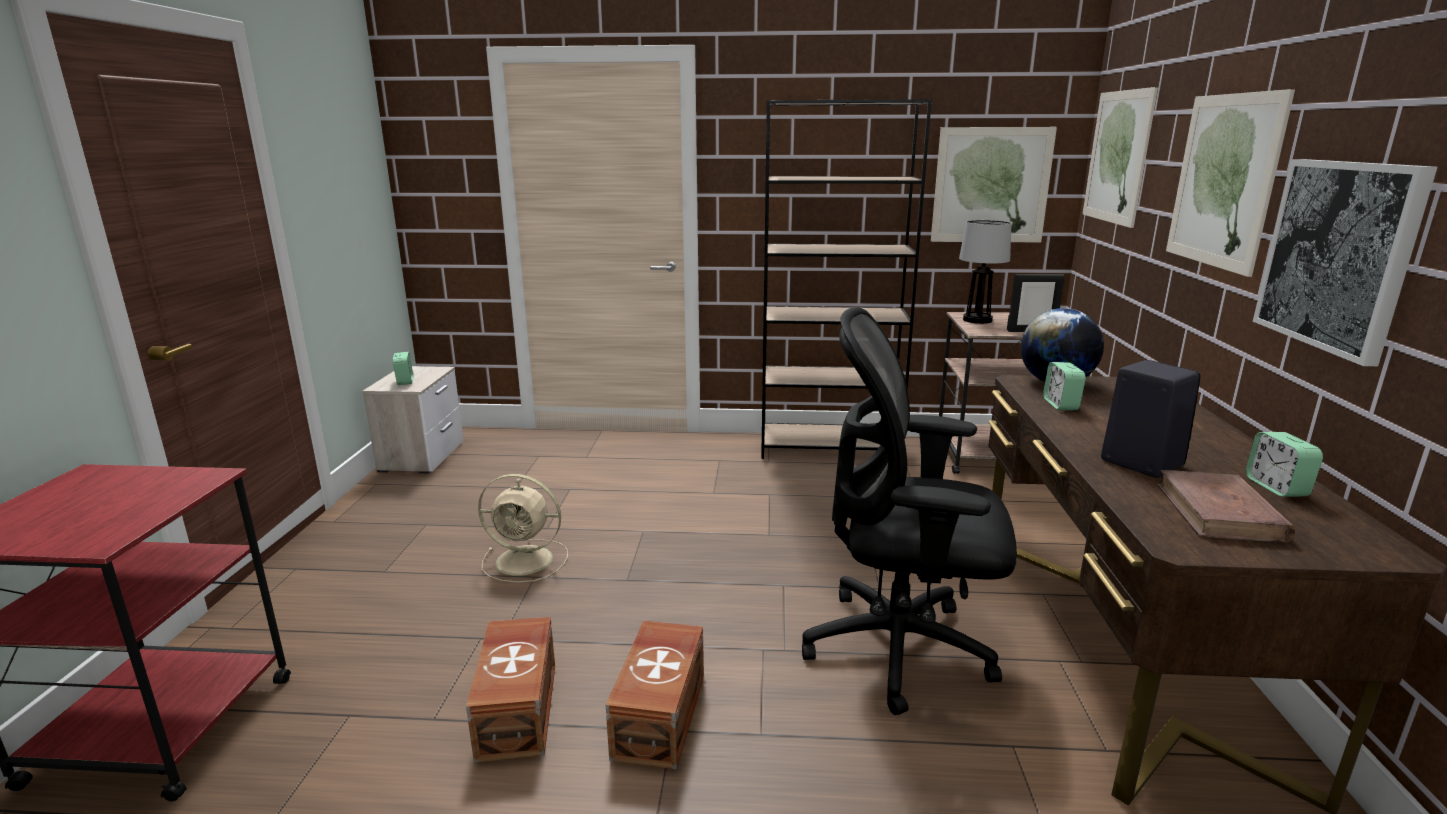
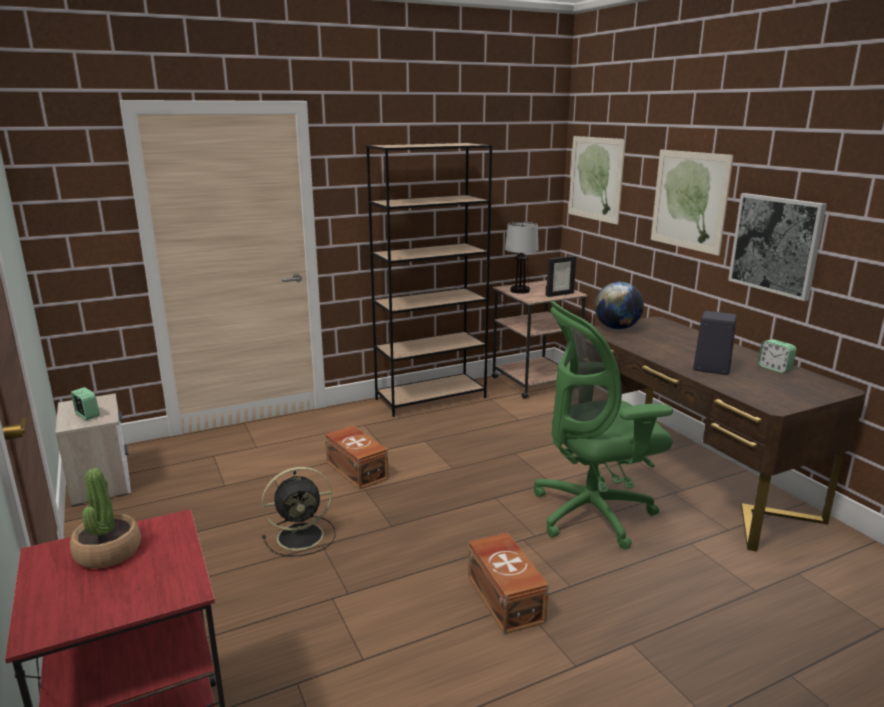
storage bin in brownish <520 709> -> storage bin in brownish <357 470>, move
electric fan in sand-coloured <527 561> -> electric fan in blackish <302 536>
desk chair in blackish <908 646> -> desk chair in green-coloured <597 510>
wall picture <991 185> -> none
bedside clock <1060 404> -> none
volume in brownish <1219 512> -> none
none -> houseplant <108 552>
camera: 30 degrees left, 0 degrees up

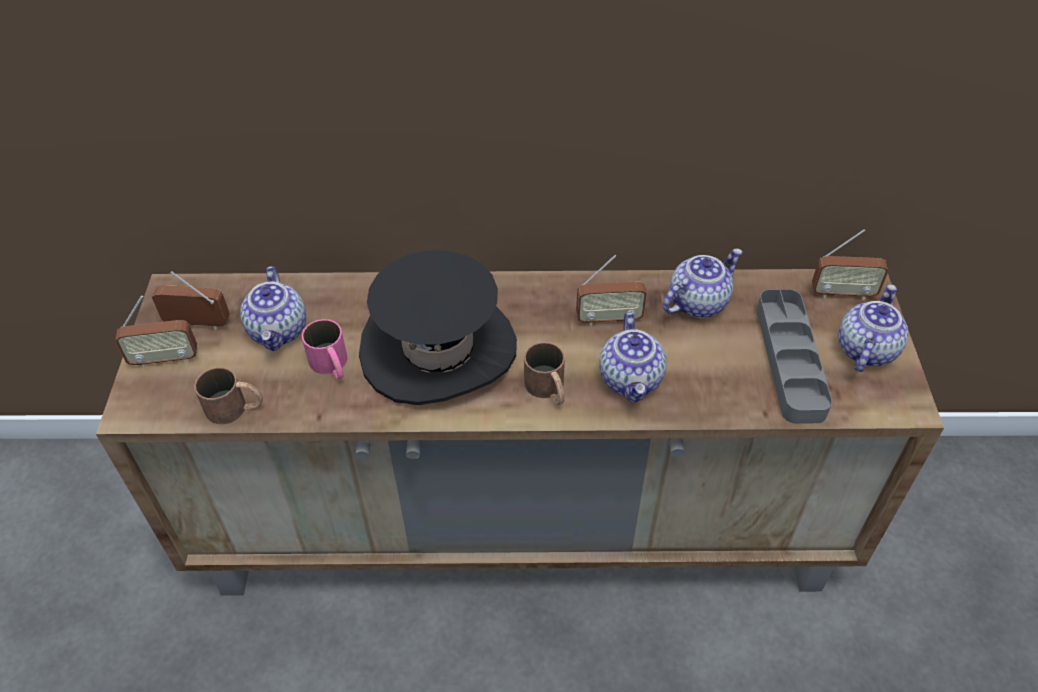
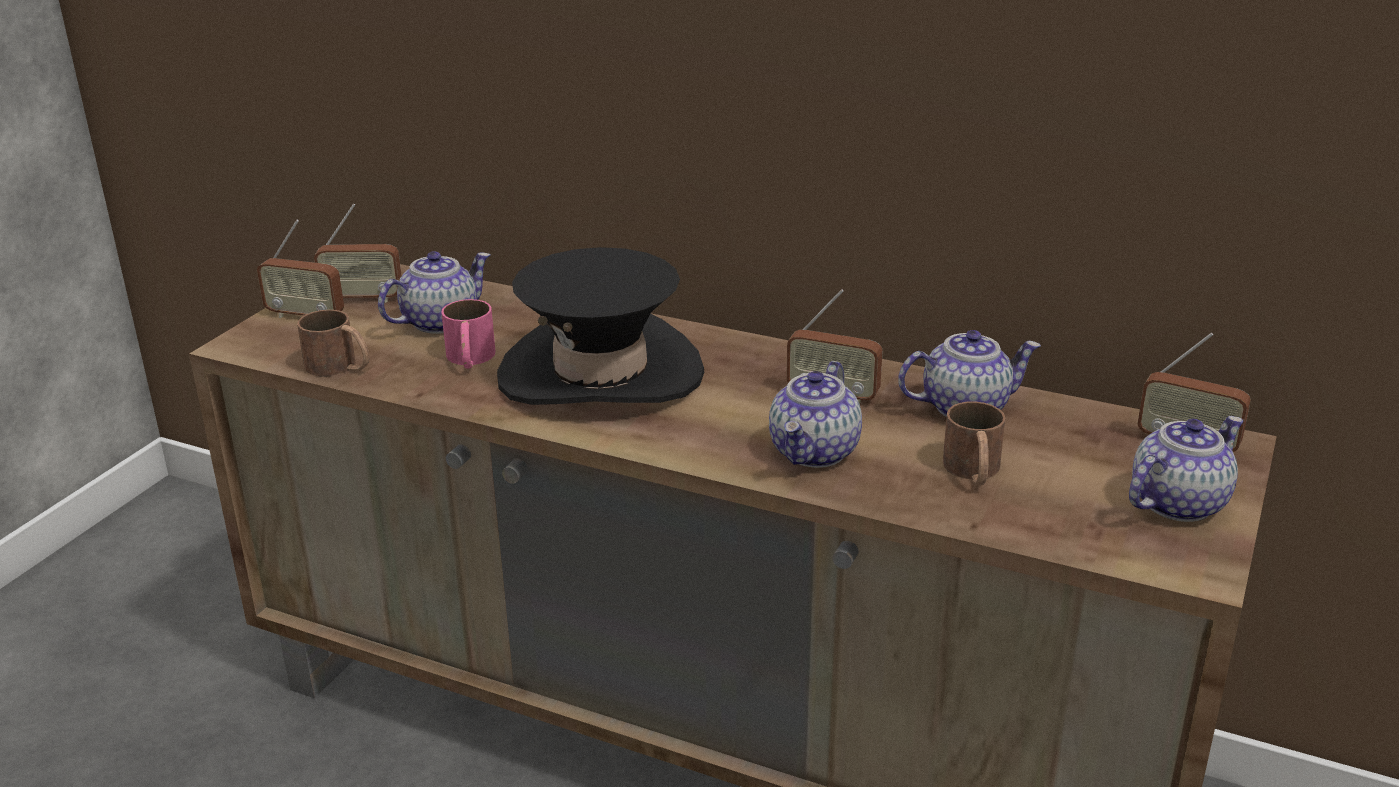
radio set <197 324> -> radio set <363 298>, 150 degrees clockwise
teapot <279 331> -> teapot <440 321>, 150 degrees counterclockwise
coffee mug in brownish <548 390> -> coffee mug in brownish <973 472>, move
serving tray in greyish <790 360> -> none
camera: 25 degrees right, 20 degrees down

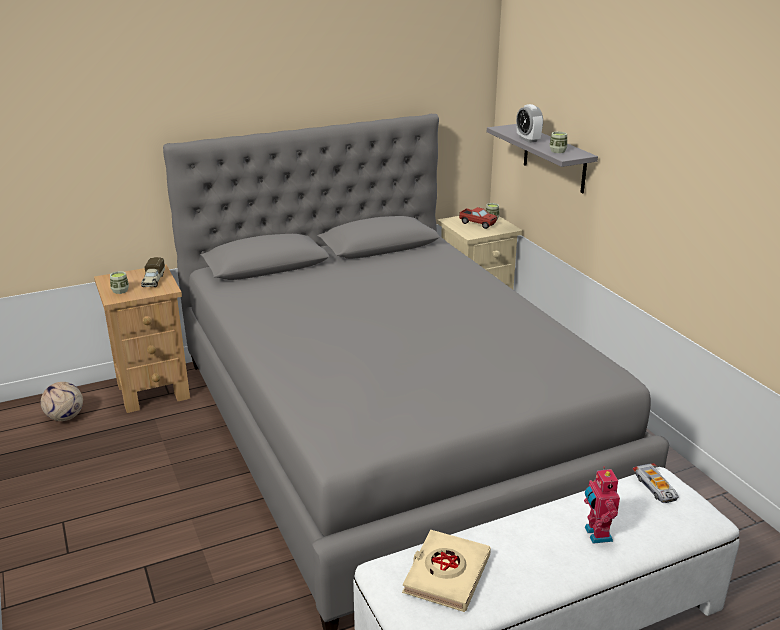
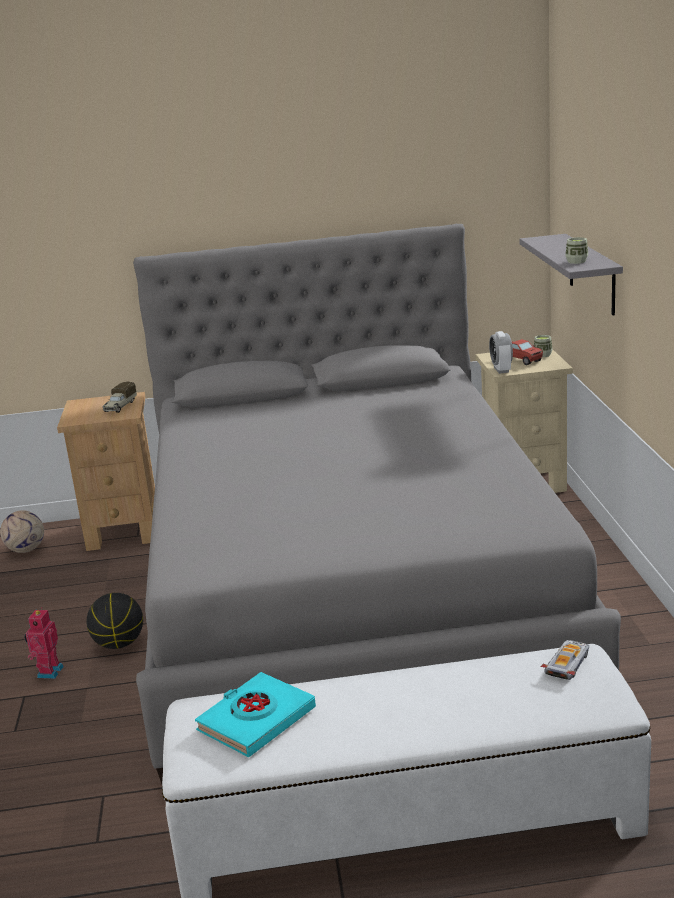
small cup <120 291> -> none
volume in sand-coloured <446 574> -> volume in turquoise-coloured <256 720>
bedside clock <528 139> -> bedside clock <501 369>, move
robot figure <596 534> -> robot figure <48 672>, move
toy car <656 487> -> toy car <567 664>, 150 degrees counterclockwise
none -> ball for basketball <119 644>
camera: 20 degrees right, 5 degrees down

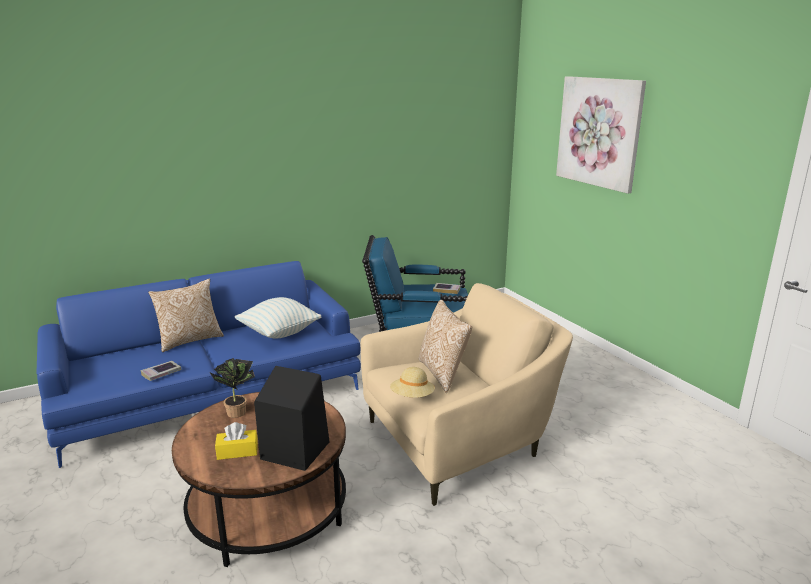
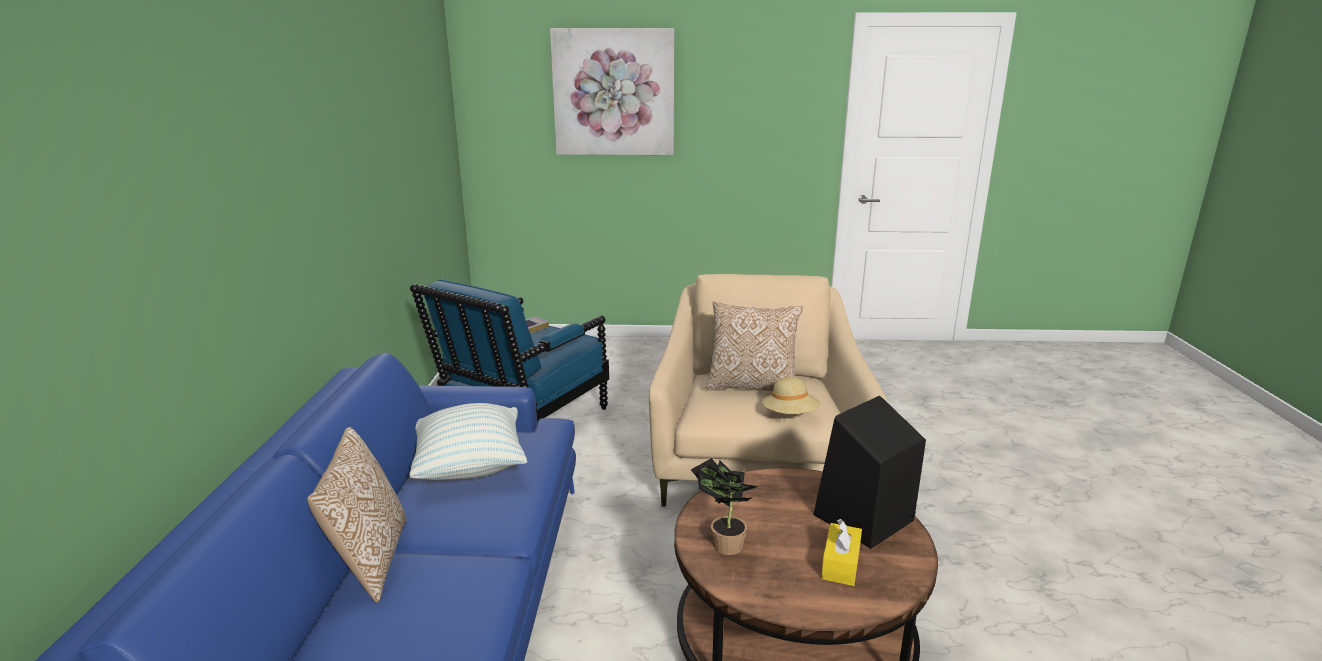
volume <161 373> -> none
camera: 60 degrees left, 0 degrees up

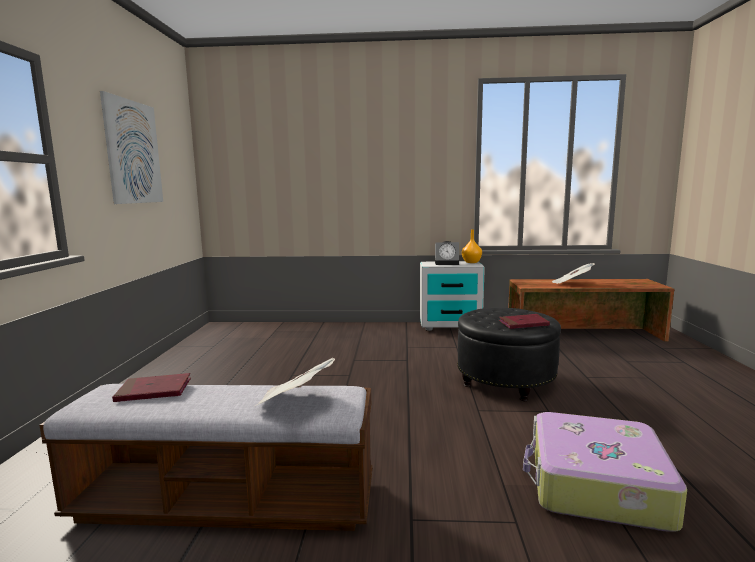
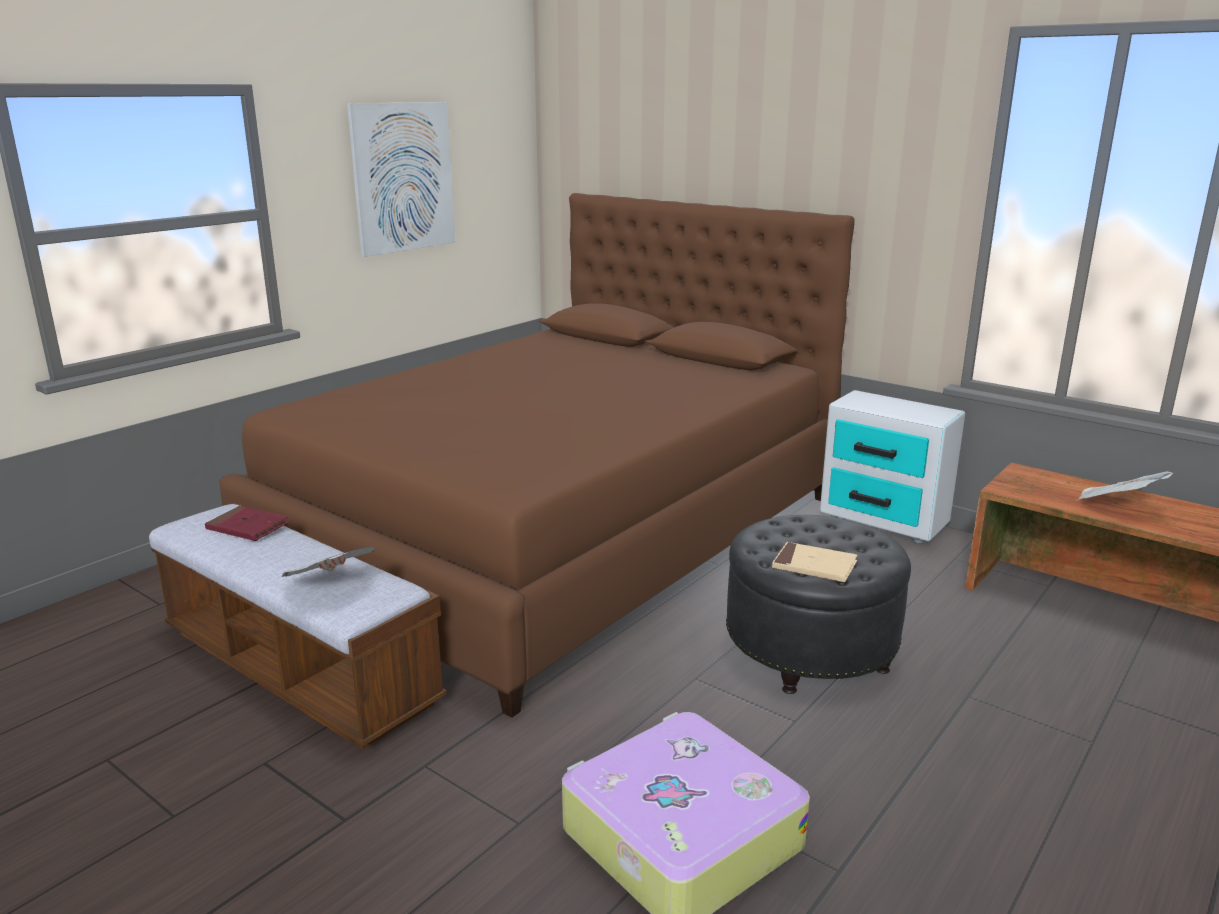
bedside clock <447 263> -> none
decorative vase in orange-coloured <471 262> -> none
volume in reddish <523 324> -> volume in sand-coloured <814 566>
none -> bed in brownish <559 533>
camera: 35 degrees right, 10 degrees up

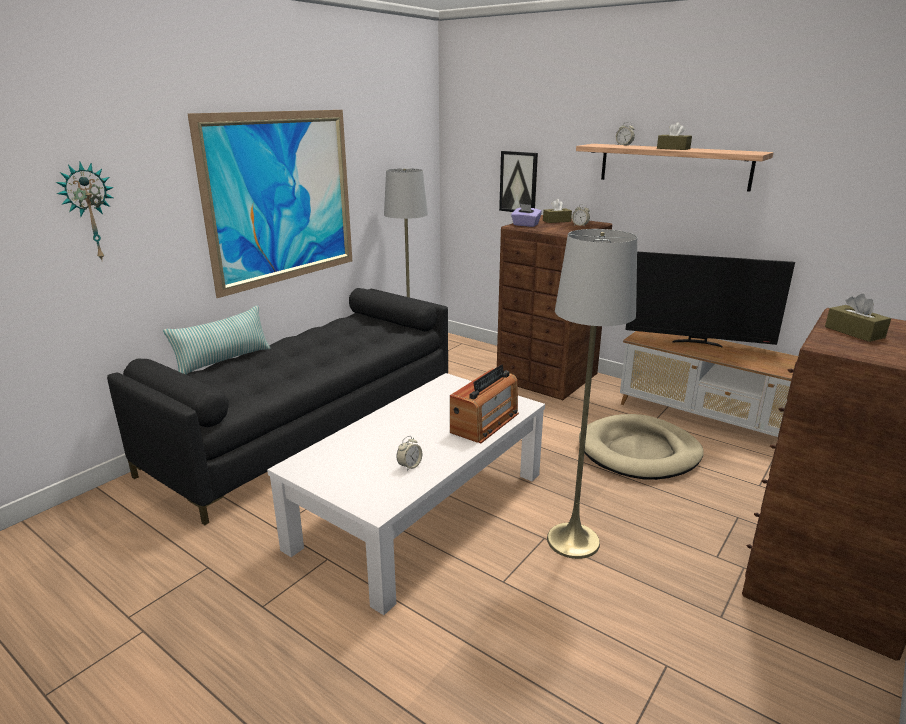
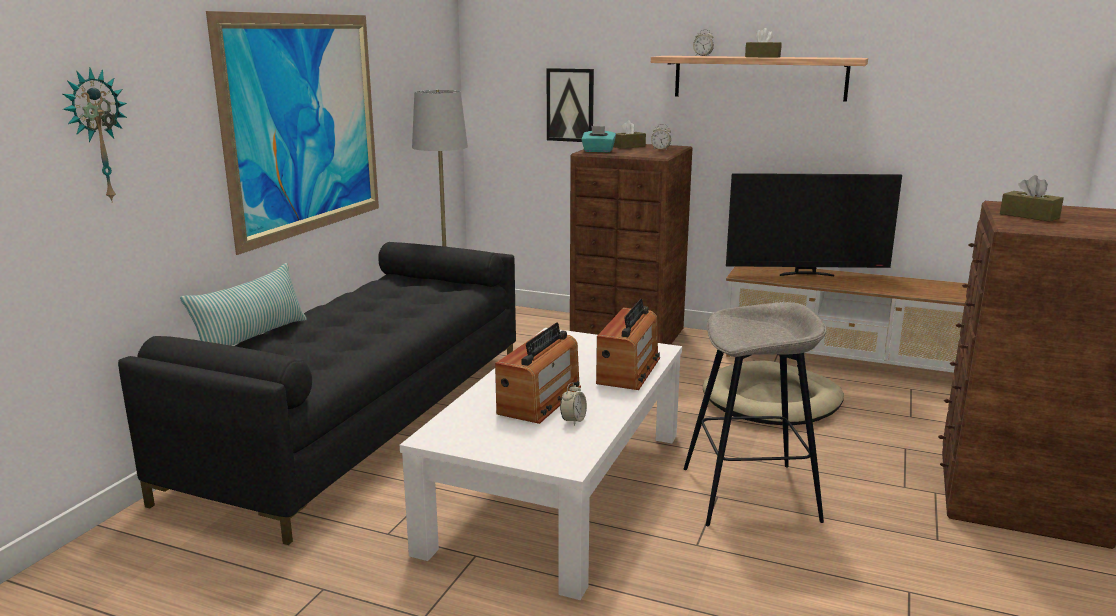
tissue holder in purple <525 225> -> tissue holder in turquoise-coloured <598 151>
standard lamp in greyish <573 541> -> stool seat in greyish <750 494>
none -> radio set <540 400>
camera: 15 degrees left, 5 degrees down

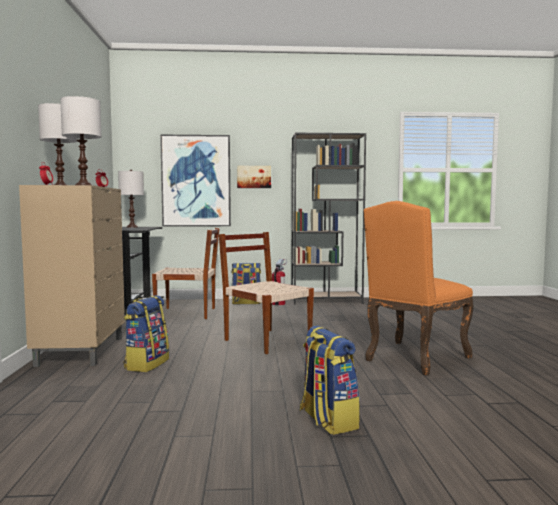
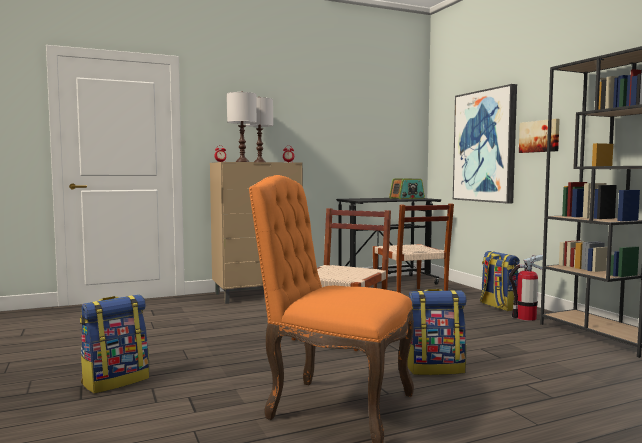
lamp for a table in whitish <132 227> -> radio set <407 198>
backpack <146 364> -> backpack <435 368>, move
camera: 70 degrees right, 0 degrees up

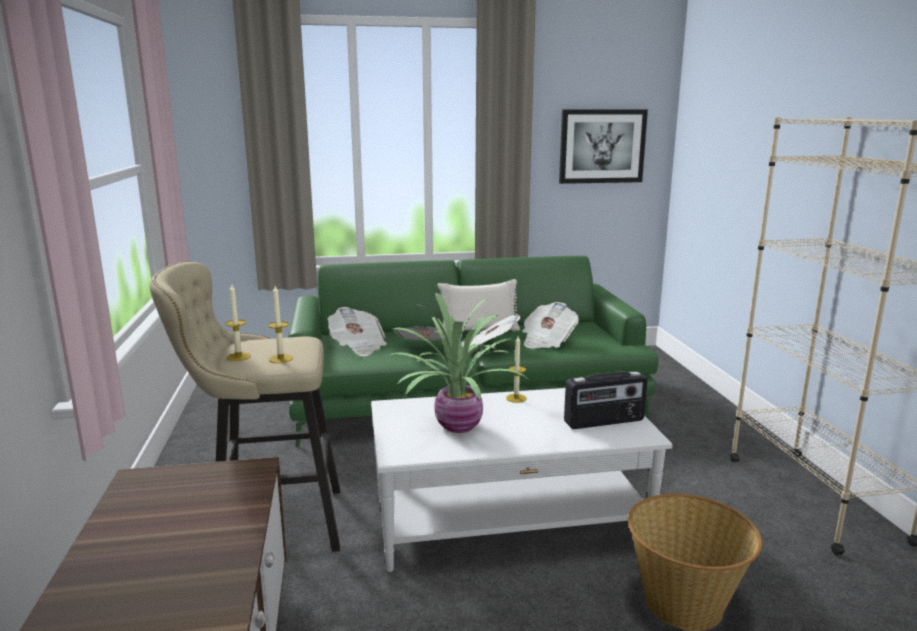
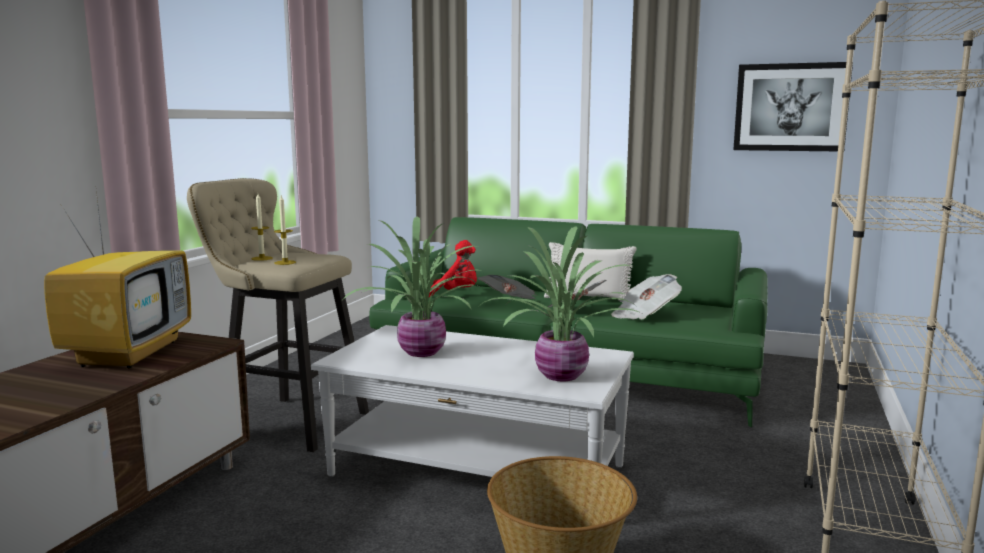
daily paper <358 346> -> plush toy in reddish <455 294>
wax light <516 398> -> none
radio set <604 422> -> houseplant <562 374>
none -> TV set <129 353>
camera: 30 degrees right, 5 degrees down

